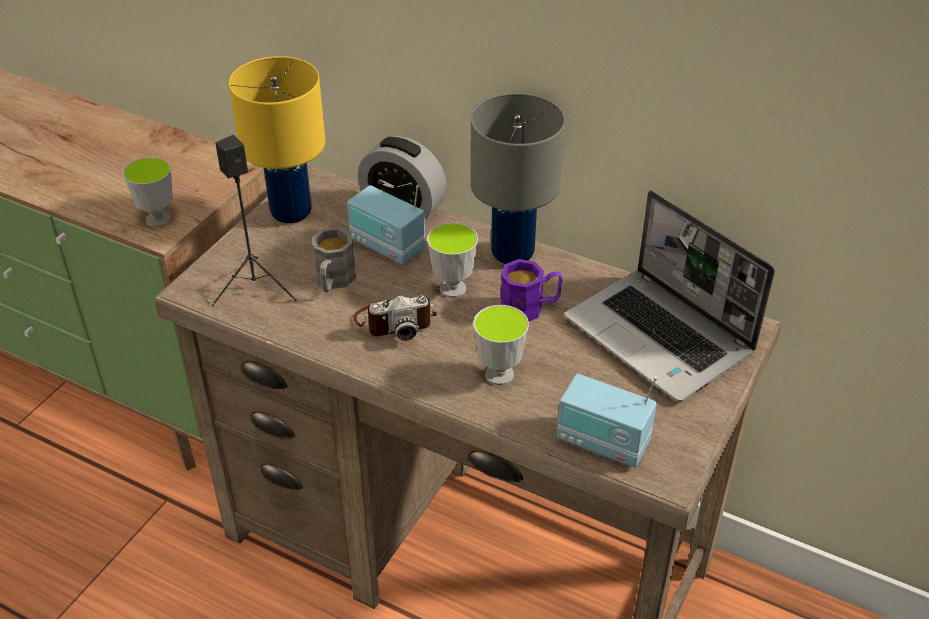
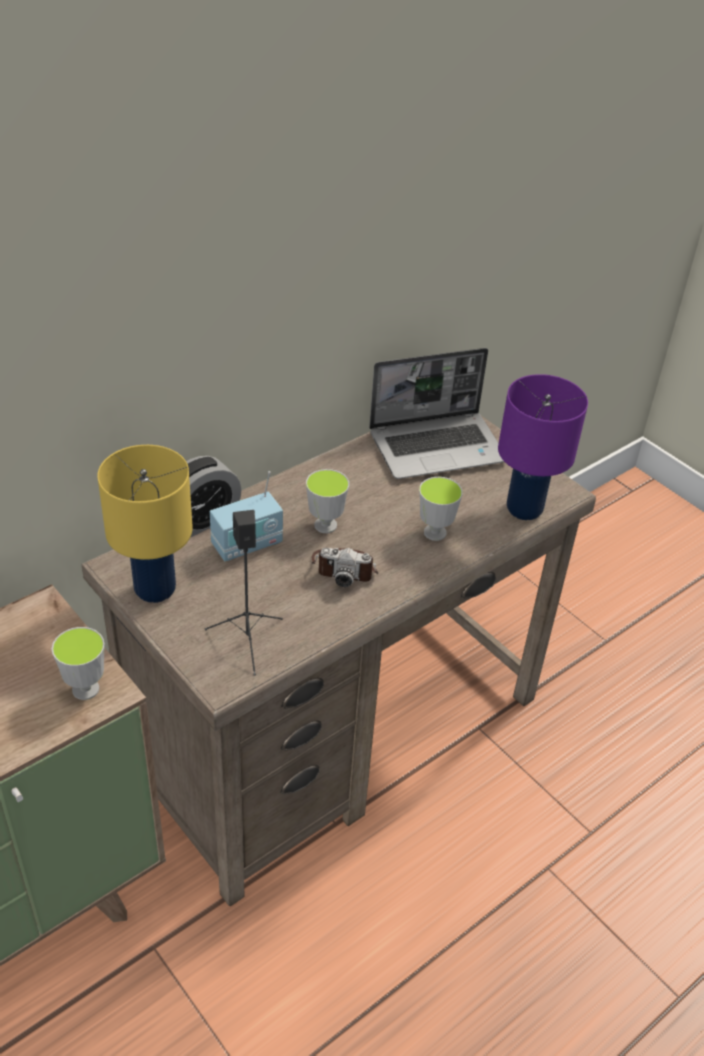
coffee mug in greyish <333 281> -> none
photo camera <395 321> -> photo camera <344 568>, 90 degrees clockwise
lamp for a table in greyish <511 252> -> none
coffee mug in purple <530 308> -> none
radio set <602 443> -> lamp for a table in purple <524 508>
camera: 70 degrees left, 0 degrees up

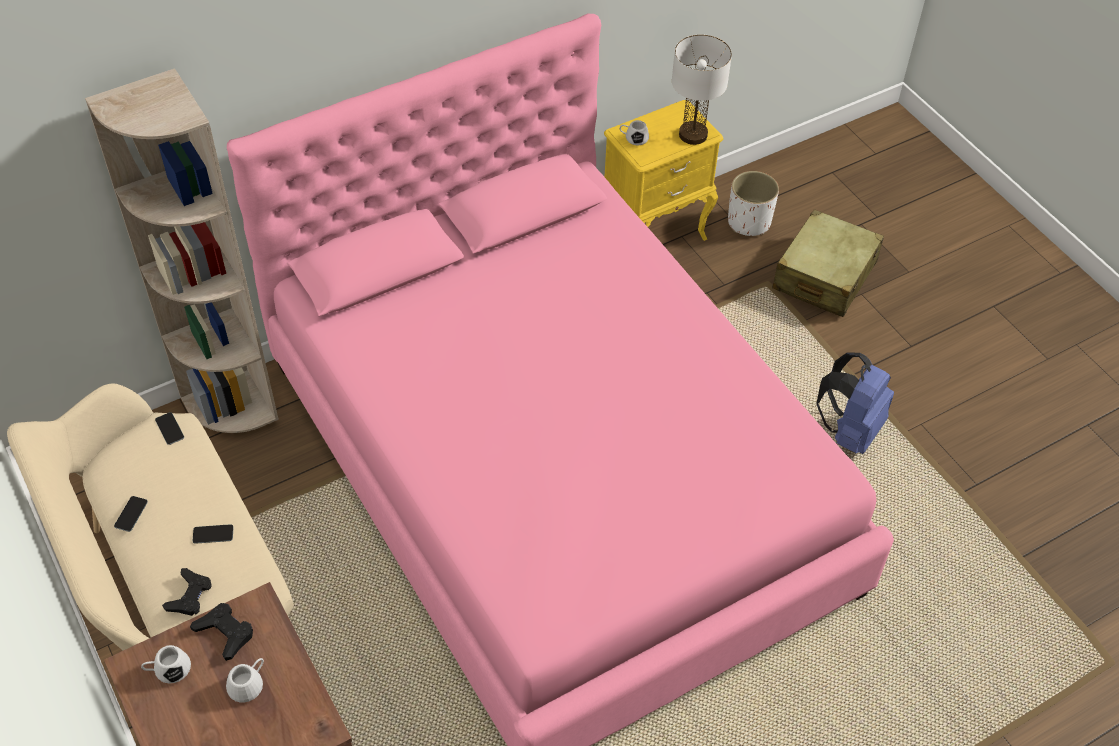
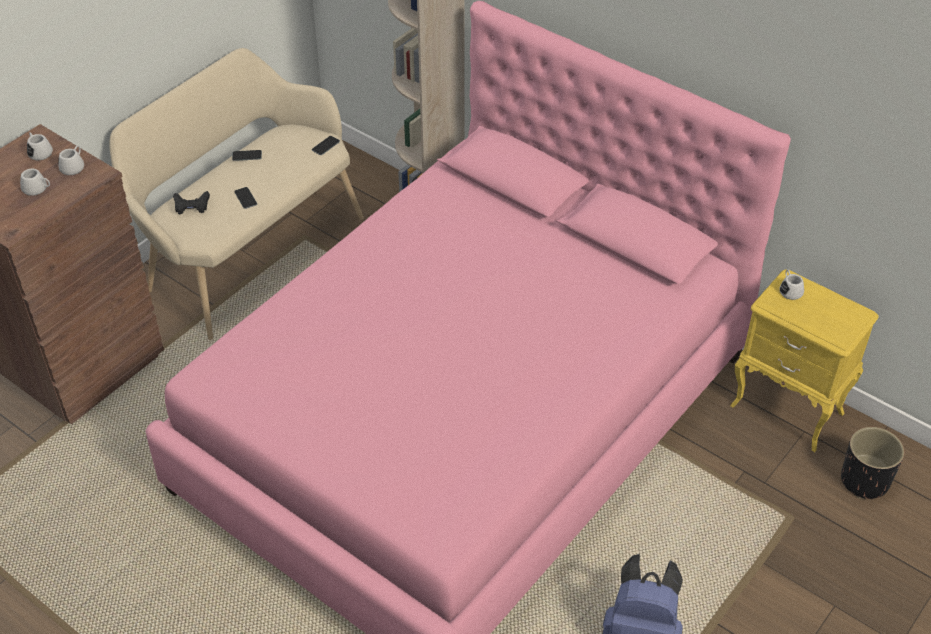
gamepad in blackish <225 633> -> coffee mug in whitish <74 166>
lamp for a table <692 135> -> none
flower pot in whitish <749 222> -> flower pot in blackish <864 481>
travel case in sand-coloured <824 276> -> none
camera: 70 degrees right, 5 degrees down

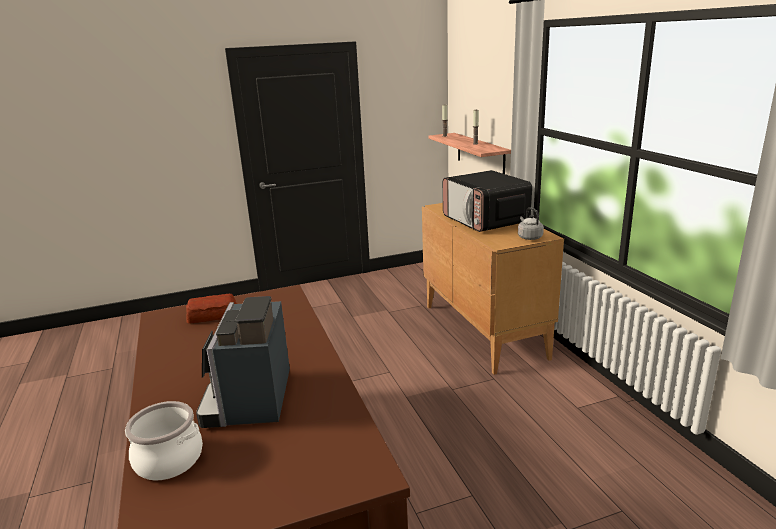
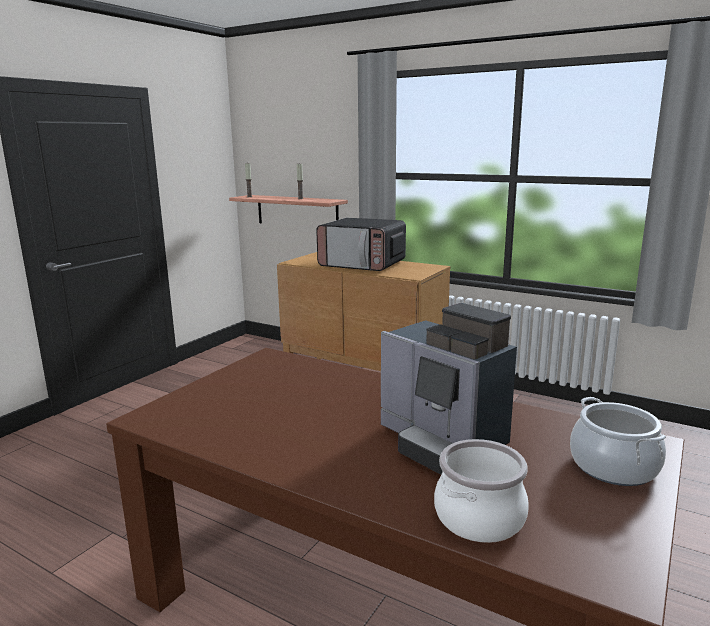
bread <213 315> -> none
tea kettle in greyish <529 237> -> none
none -> cooking pot <613 466>
camera: 40 degrees left, 5 degrees down

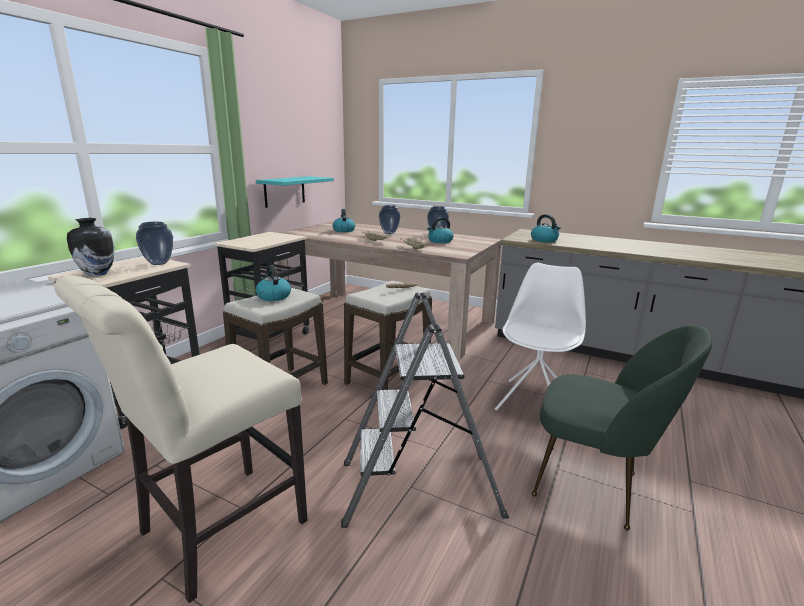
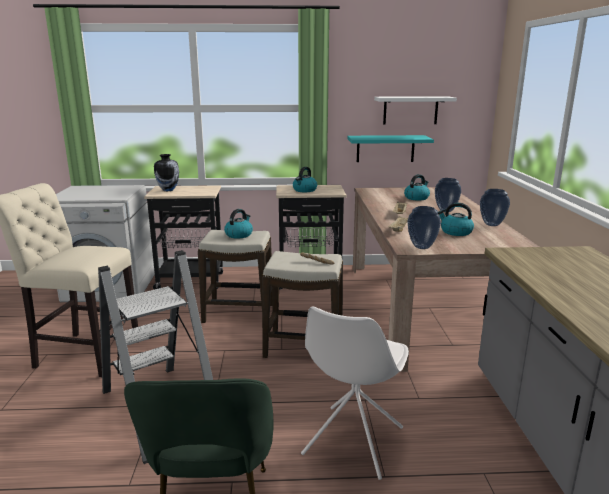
decorative vase <159 263> -> decorative vase <422 247>, move
plain chair in whitish <534 401> -> plain chair in whitish <352 442>, 120 degrees clockwise
tea kettle <544 240> -> tea kettle <304 190>, move
none -> shelf in whitish <410 110>
camera: 60 degrees right, 0 degrees up

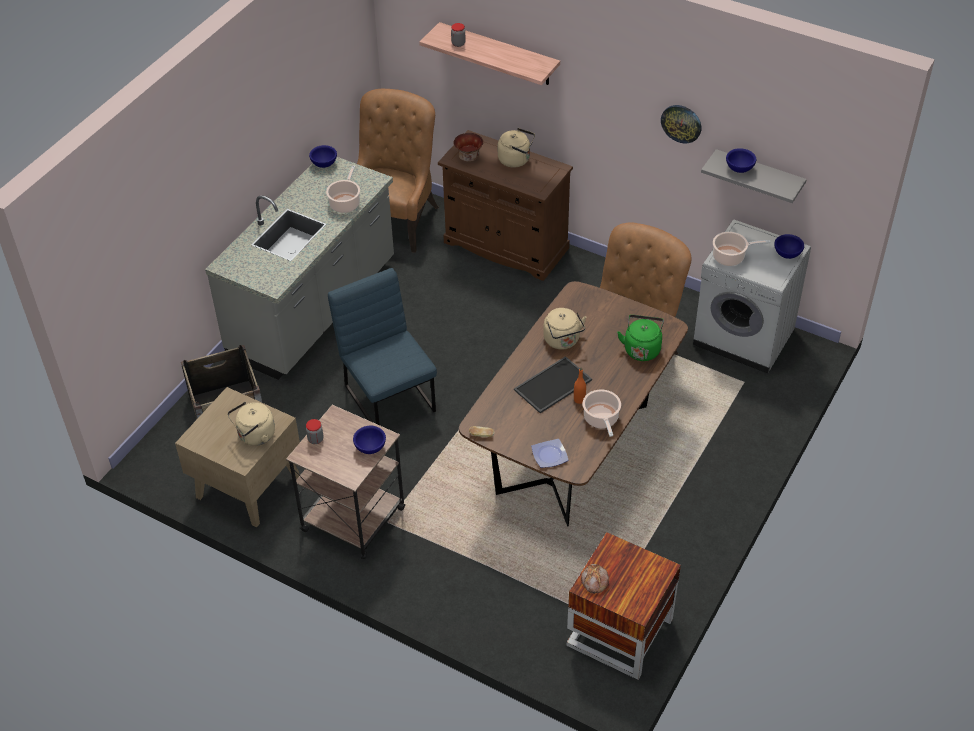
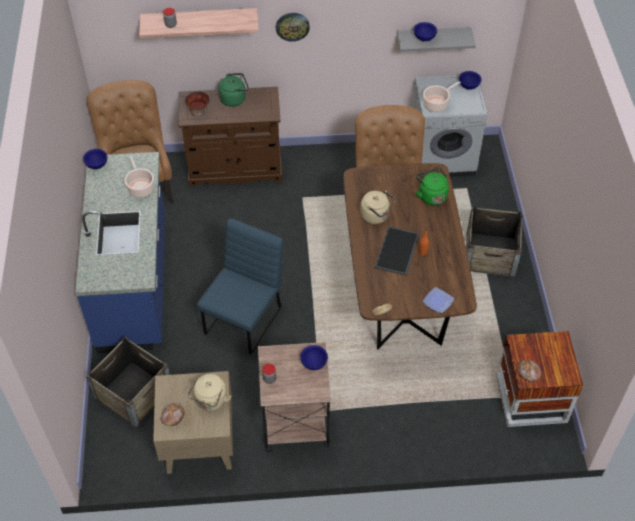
kitchen counter in greyish <314 310> -> kitchen counter in blue-coloured <135 282>
plain chair in blue-coloured <389 396> -> plain chair in blue-coloured <245 318>, 90 degrees clockwise
tea kettle in sand-coloured <516 160> -> tea kettle in green-coloured <234 99>
cooking pot <601 419> -> none
hanging clock <681 123> -> hanging clock <292 26>, move
none -> bread <172 416>
none -> crate <490 254>
camera: 35 degrees left, 5 degrees up

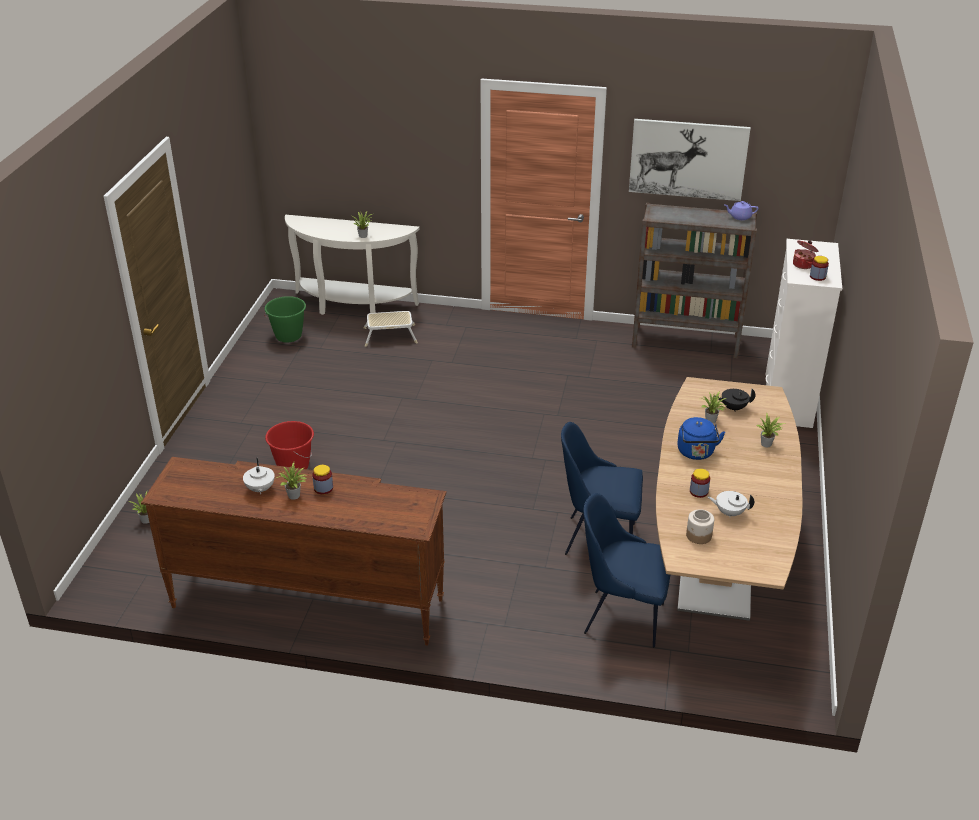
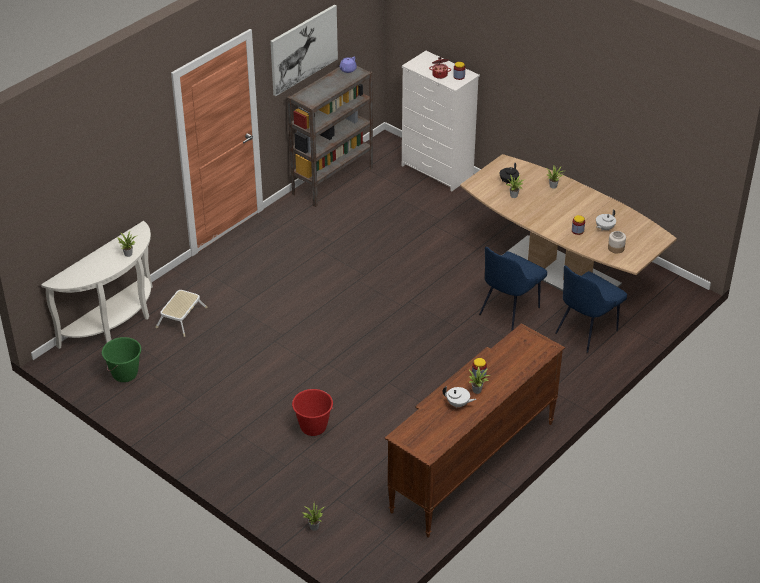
tea kettle in blue-coloured <696 453> -> none
camera: 60 degrees left, 5 degrees up

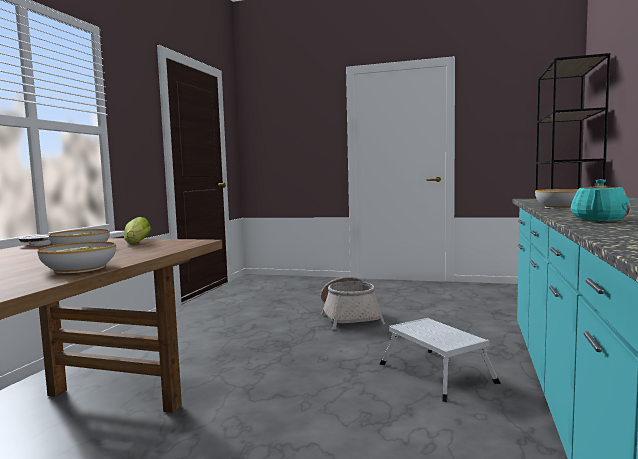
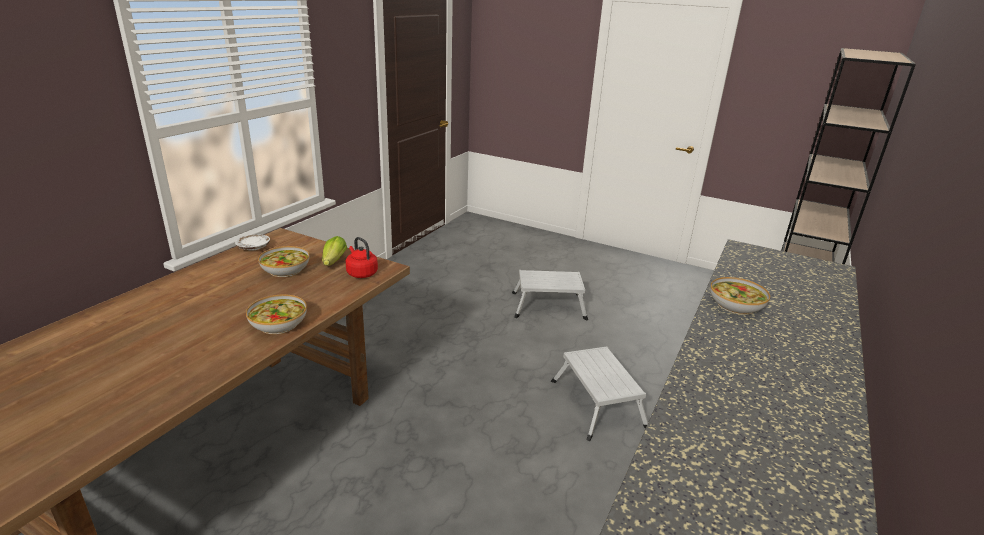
basket <349 317> -> stepladder in whitish <549 306>
teapot in turquoise-coloured <598 220> -> none
none -> tea kettle in reddish <361 273>
camera: 10 degrees right, 20 degrees up

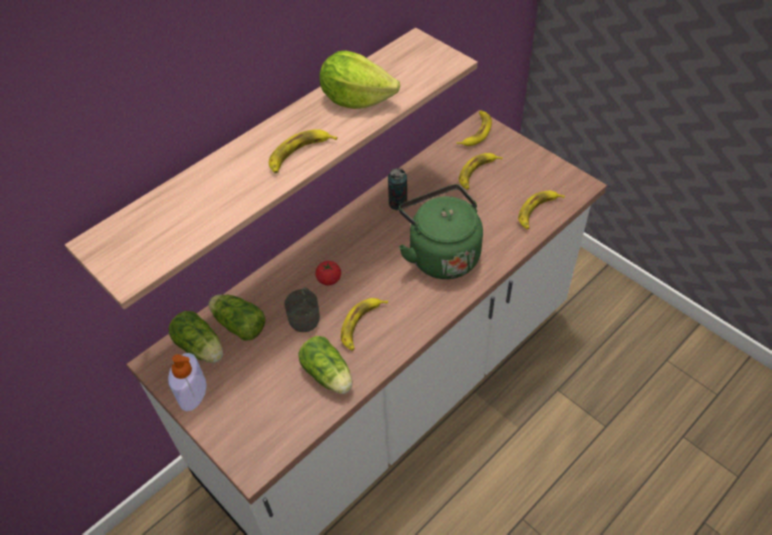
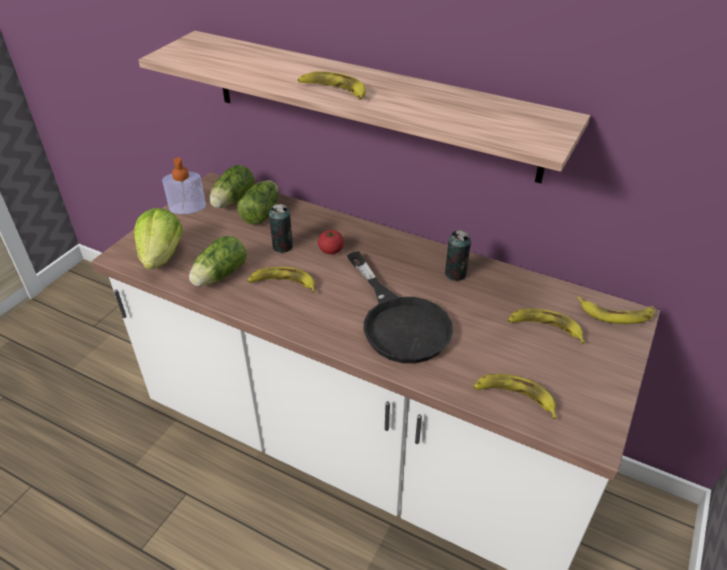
coffee mug in greyish <305 316> -> can <282 246>
head of lettuce <356 99> -> head of lettuce <162 256>, move
tea kettle in green-coloured <441 254> -> pan in blackish <399 321>
camera: 70 degrees right, 10 degrees down

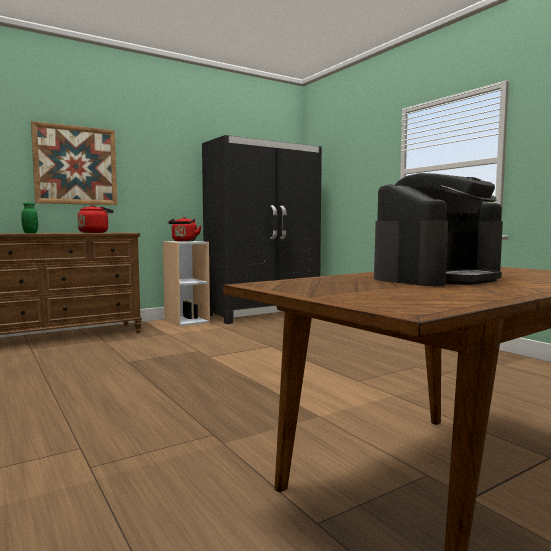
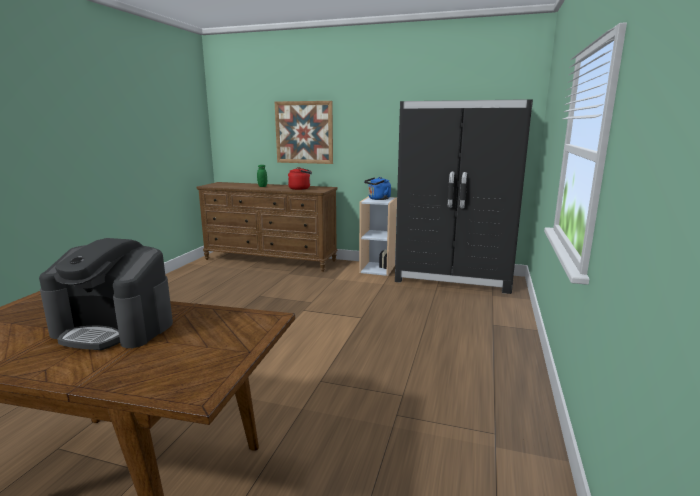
tea kettle in reddish <184 241> -> tea kettle in blue-coloured <378 199>
camera: 50 degrees right, 10 degrees up

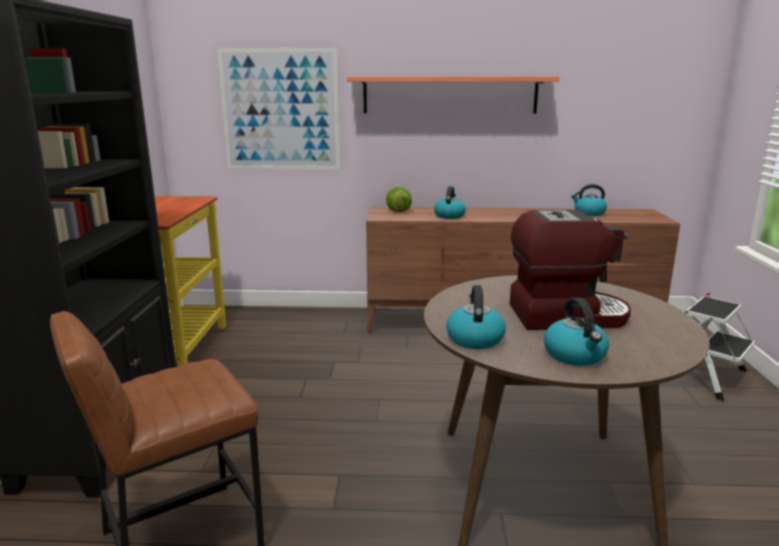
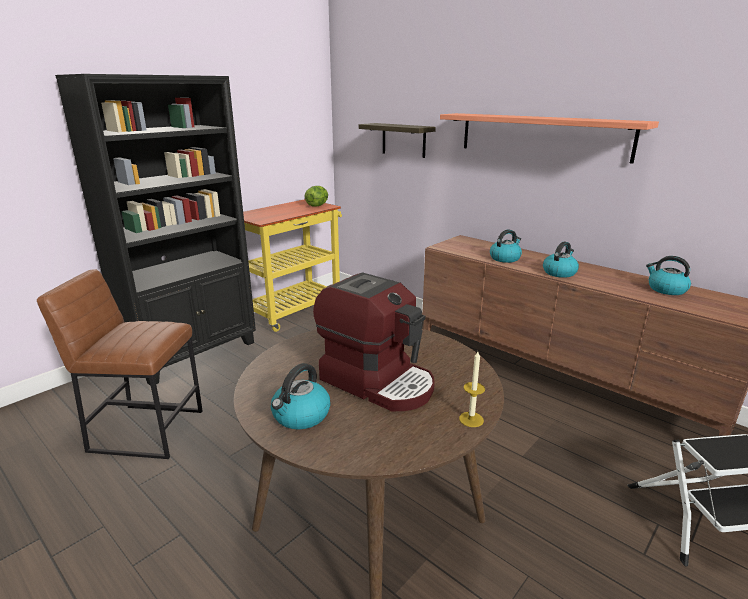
wall picture <280 110> -> shelf <403 140>
head of lettuce <398 211> -> head of lettuce <317 205>, move
tea kettle <474 338> -> tea kettle <559 272>, move
none -> wax light <471 419>
camera: 40 degrees right, 5 degrees up

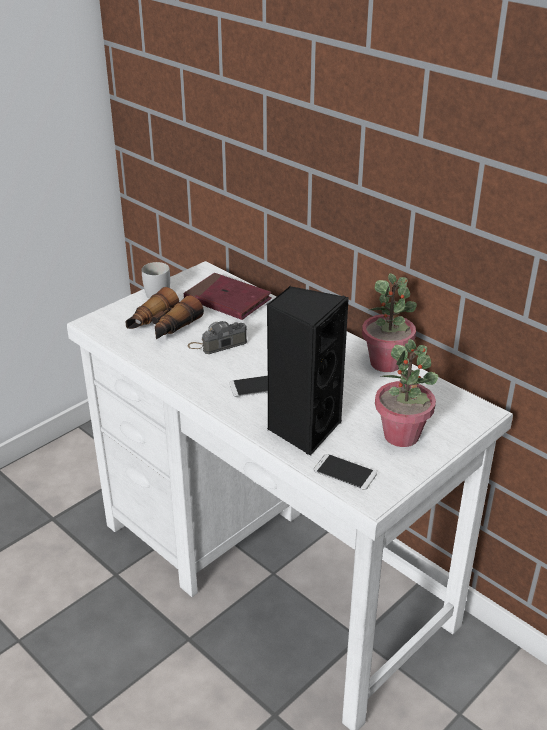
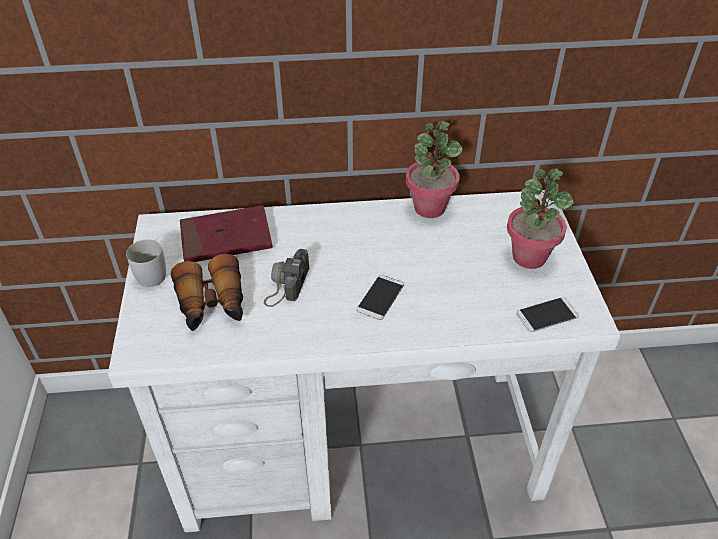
audio speaker in blackish <303 429> -> none
camera: 50 degrees left, 10 degrees up

